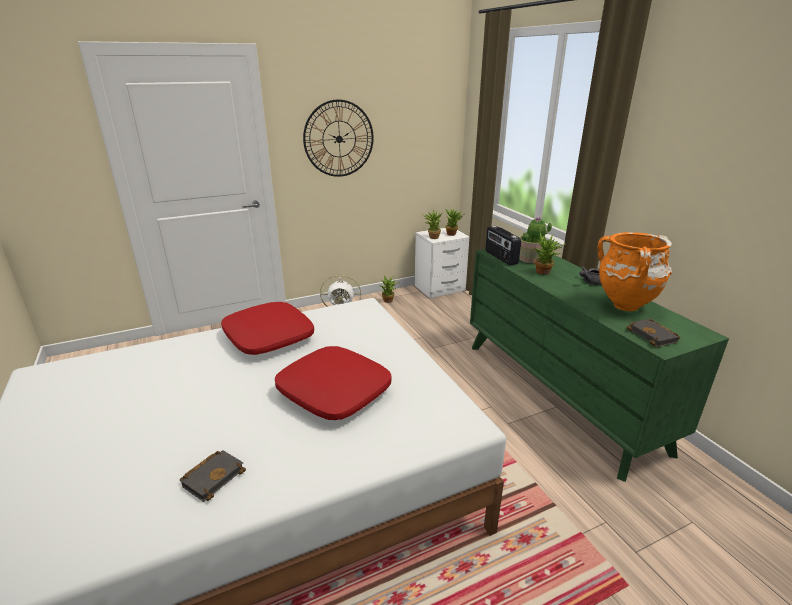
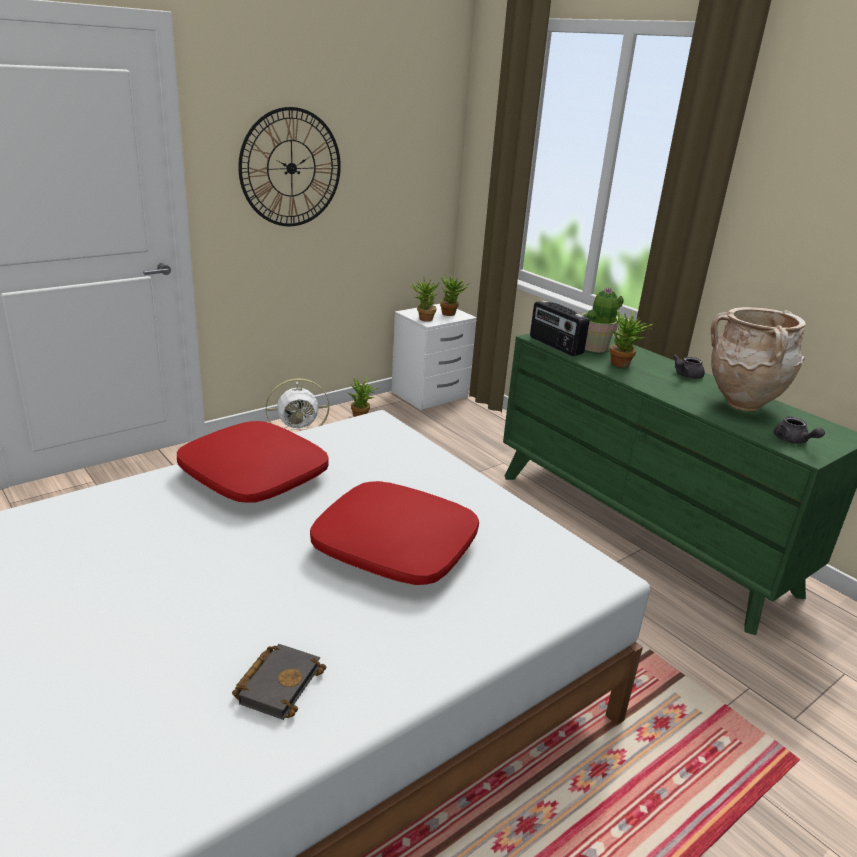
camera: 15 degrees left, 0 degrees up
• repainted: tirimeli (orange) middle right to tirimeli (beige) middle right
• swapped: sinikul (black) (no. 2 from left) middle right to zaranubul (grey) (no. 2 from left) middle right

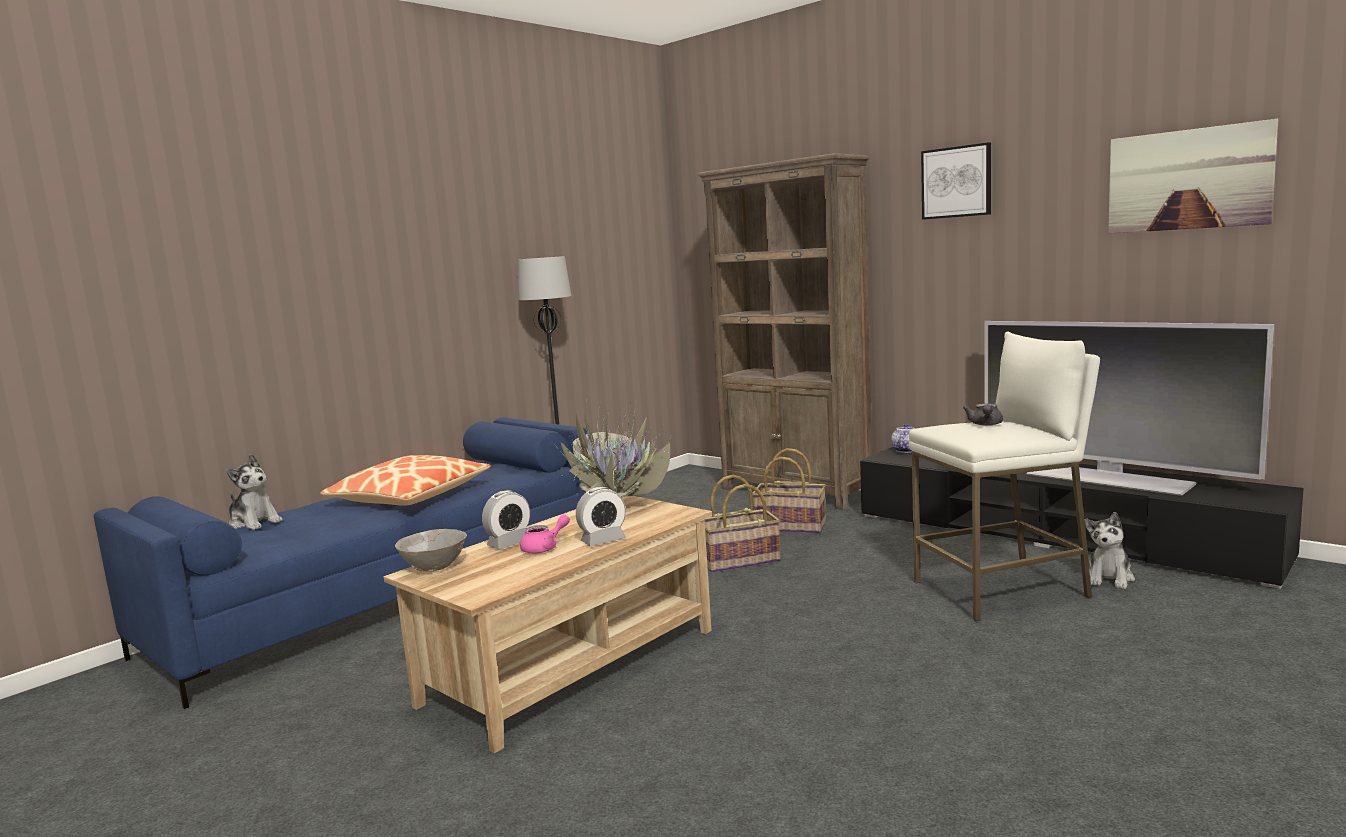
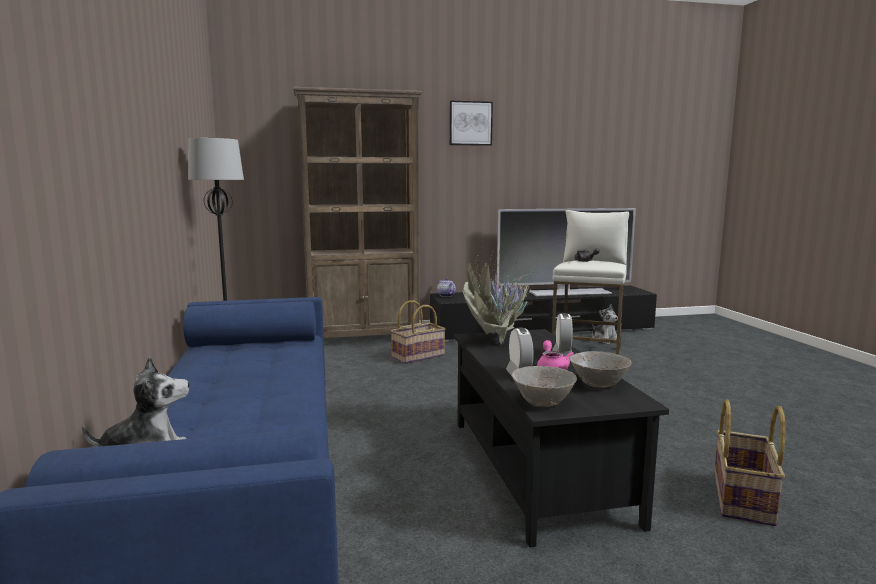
camera: 55 degrees left, 0 degrees up
• repainted: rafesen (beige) bottom centre to rafesen (black) bottom centre
• new: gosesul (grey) (no. 2 from left) middle right
• shifted: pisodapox (no. 1 from left in the first image) centre to pisodapox (no. 2 from left) bottom right
• gone: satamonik middle left
• gone: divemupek (no. 2 from left) top right

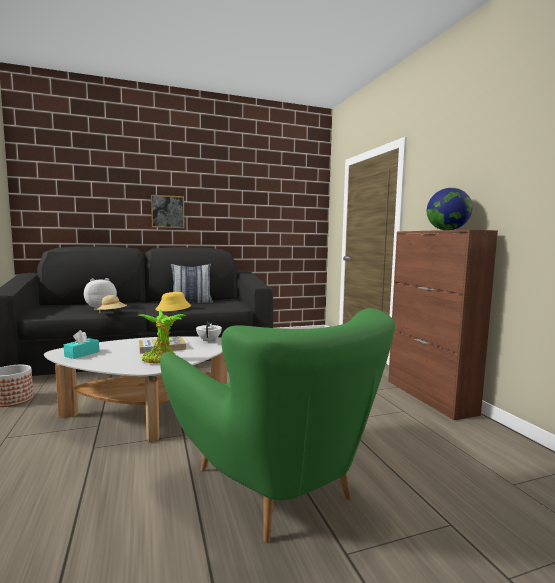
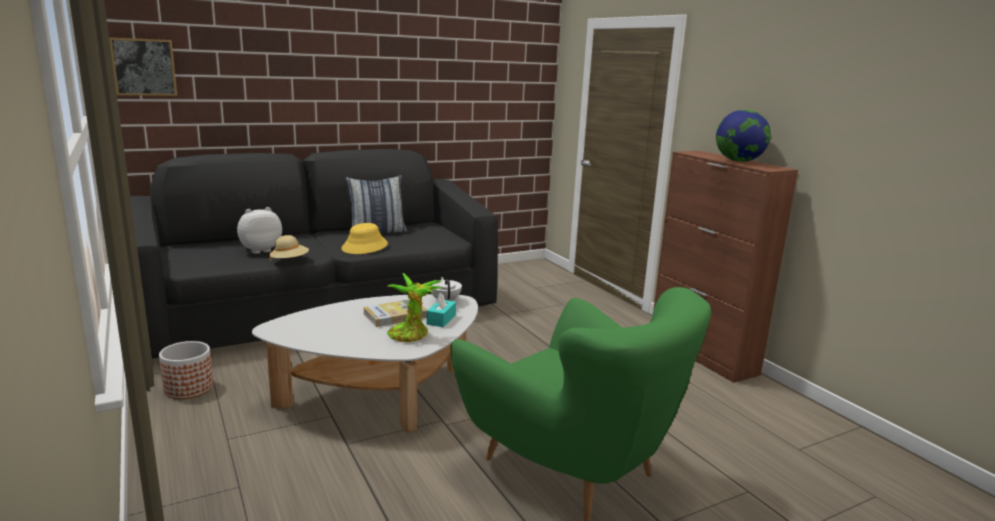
camera: 10 degrees left, 10 degrees up
• shifted: divemupek middle left to top left
• shifted: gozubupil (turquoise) middle left to centre

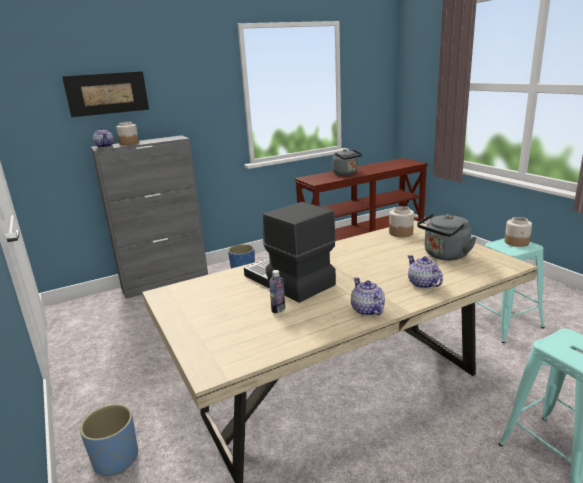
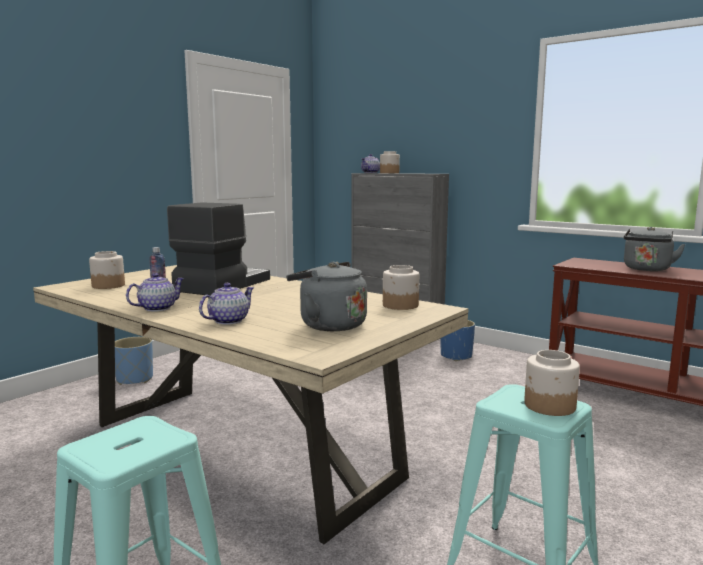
camera: 65 degrees right, 10 degrees down
• new: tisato (no. 1 from left) middle left
• gone: divemupek top left

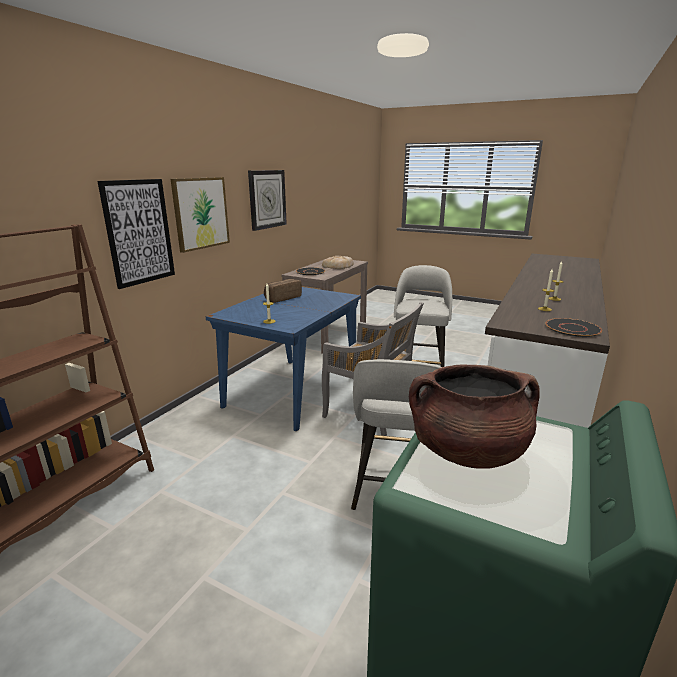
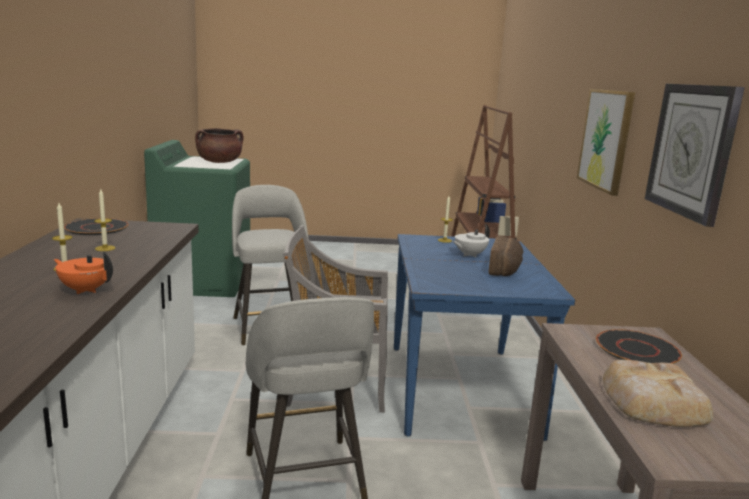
camera: 150 degrees right, 5 degrees down
• new: zaranubul (orange) middle left
• new: zaranubul (white) centre
• gone: divemupek (no. 1 from left) middle left

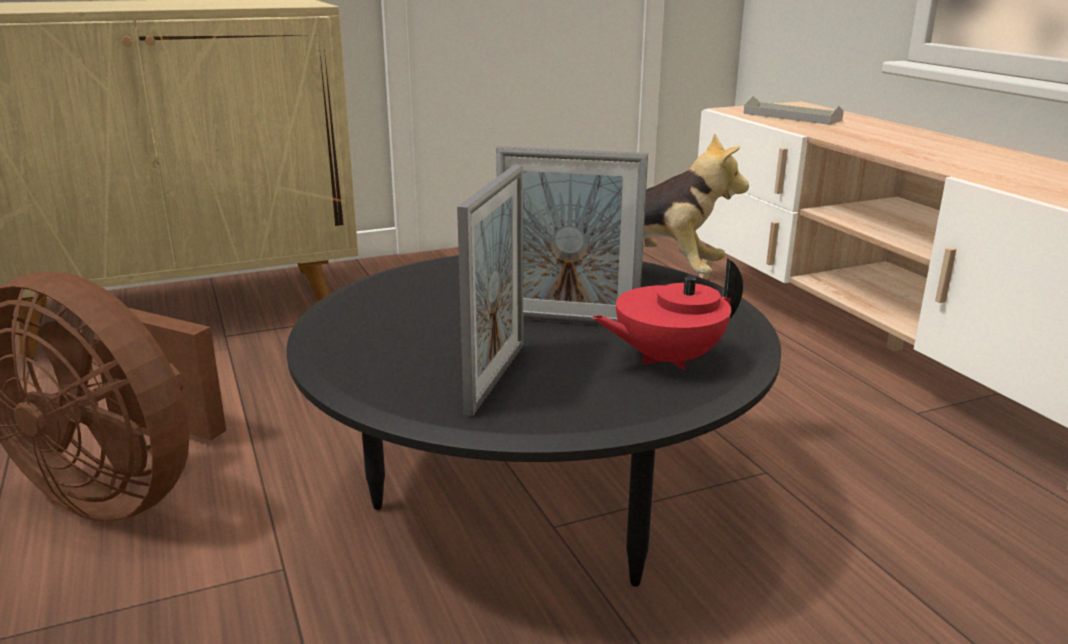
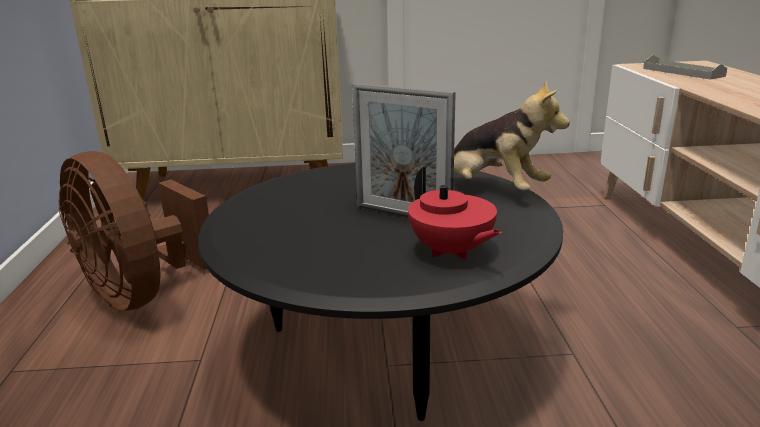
camera: 20 degrees right, 0 degrees up
• rotated: zaranubul (red) centre = centre 120 degrees counterclockwise
• gone: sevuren (no. 1 from left) centre

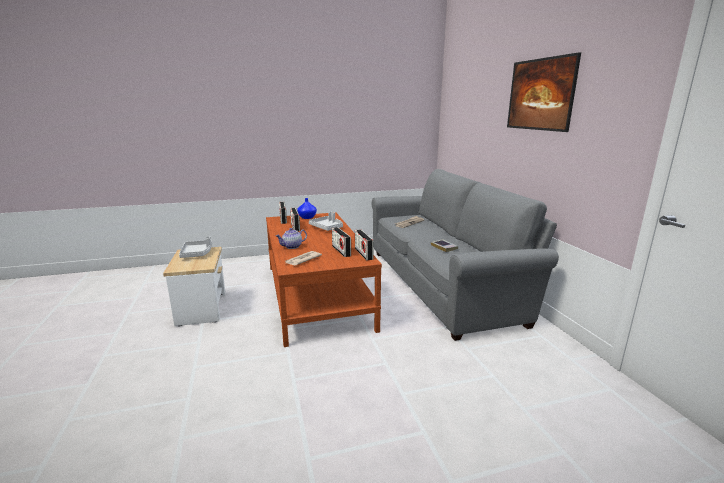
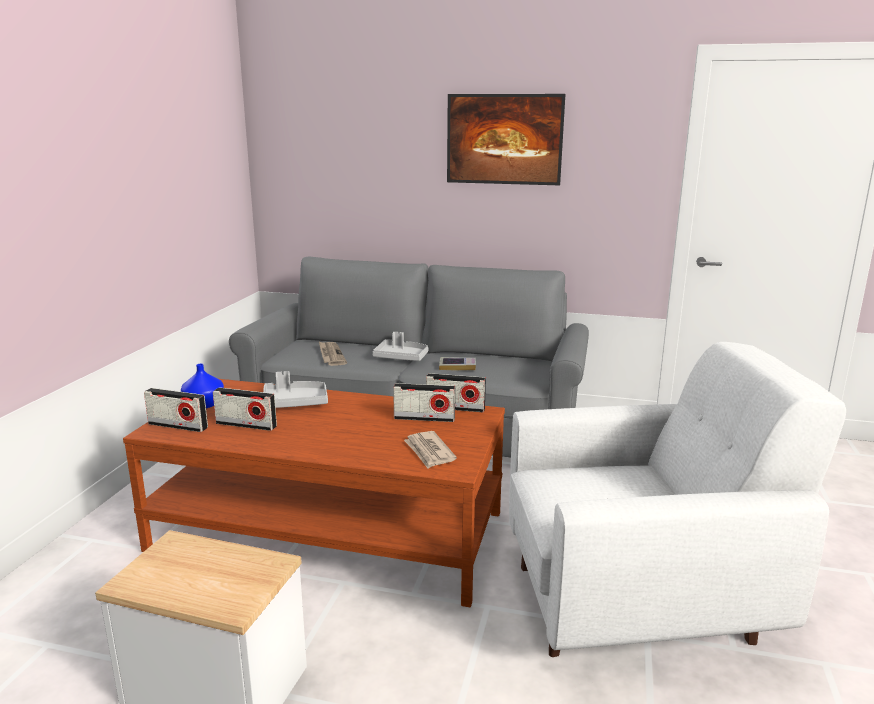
camera: 60 degrees left, 0 degrees up
• shifted: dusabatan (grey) (no. 1 from left in the first image) middle left to dusabatan (grey) (no. 2 from left) centre
• new: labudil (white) bottom right
• gone: zaranubul centre

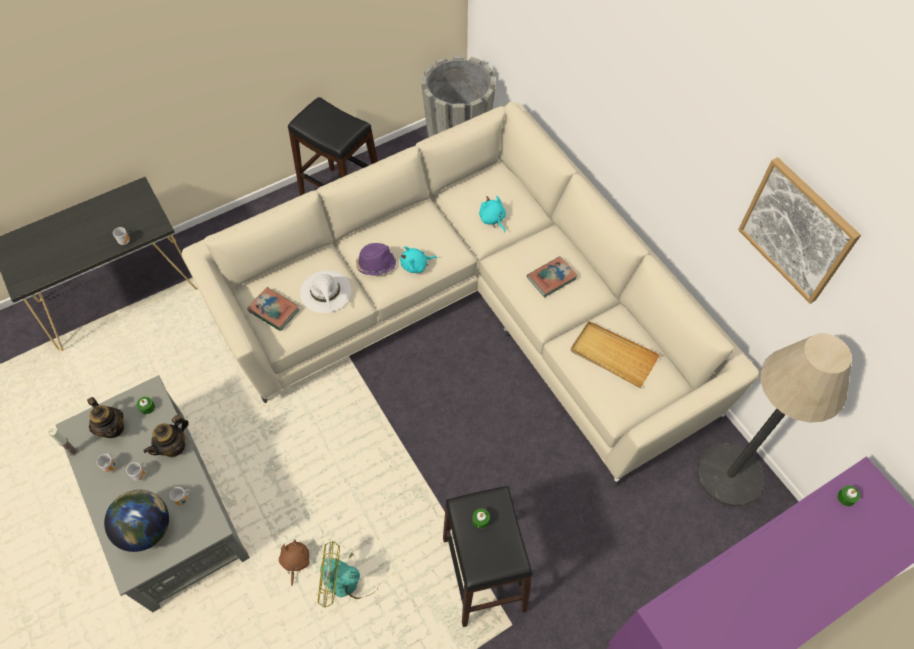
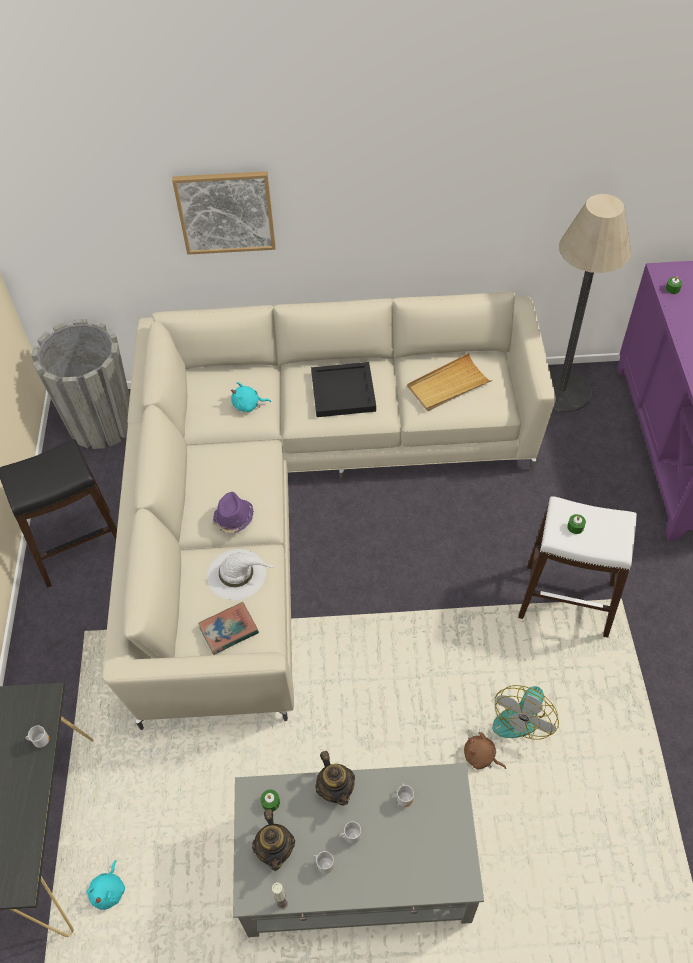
camera: 60 degrees left, 5 degrees down
• shifted: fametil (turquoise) (no. 1 from left) centre to bottom left
• shifted: divemupek middle right to top left
• rotated: zaranubul (no. 1 from left) middle left = bottom centre 90 degrees clockwise
• swapped: sinikul (no. 2 from left) centre to dusabatan (black) centre
• repainted: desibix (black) (no. 2 from left) bottom centre to desibix (white) middle right
• gone: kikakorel bottom left

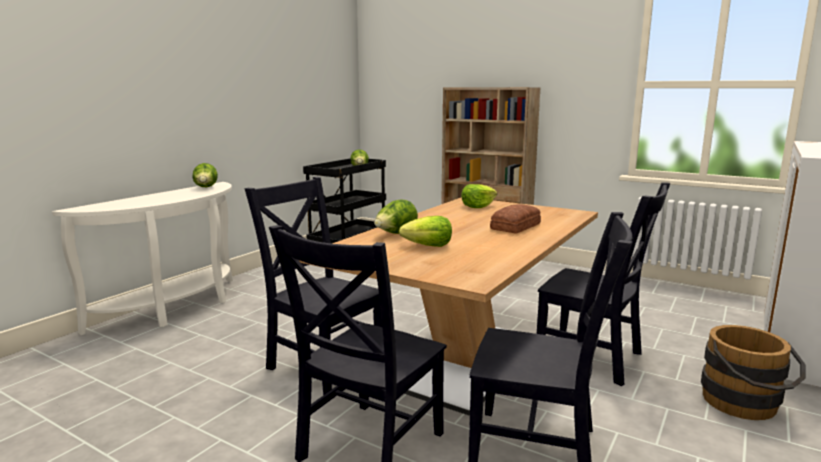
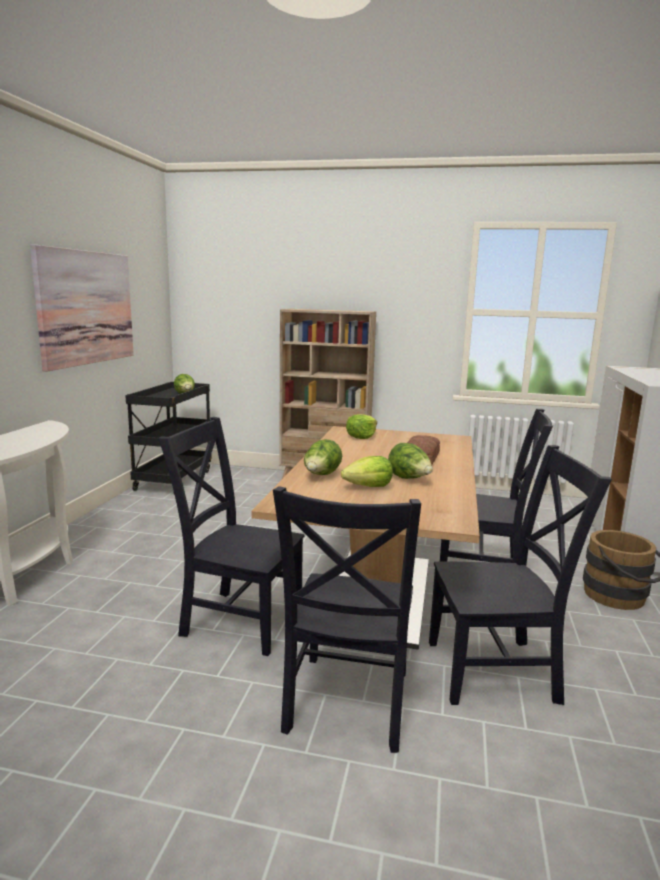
camera: 20 degrees left, 0 degrees up
• new: divemupek middle left
• shifted: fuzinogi (no. 1 from left in the first image) middle left to fuzinogi (no. 5 from left) centre

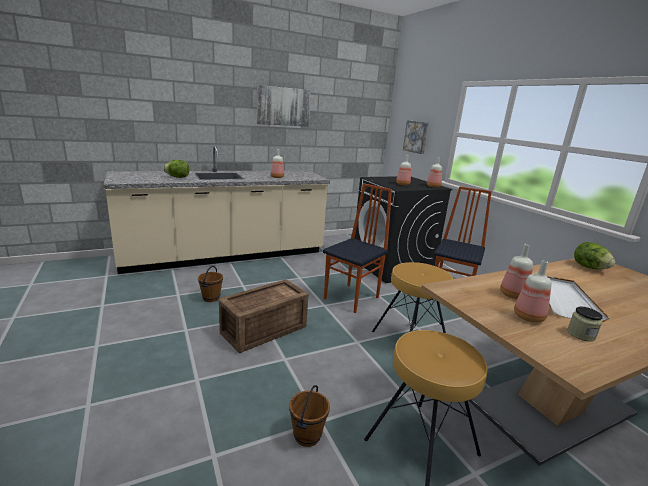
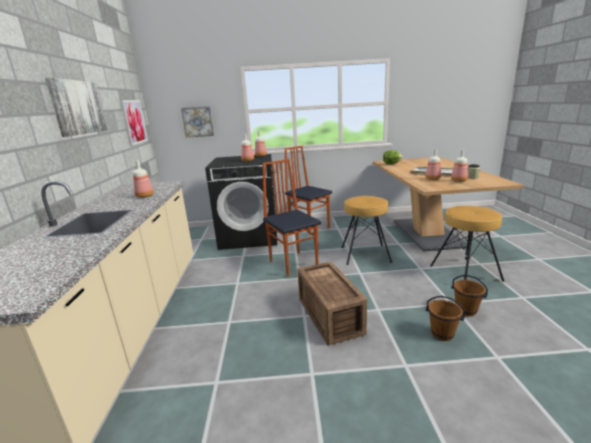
camera: 65 degrees left, 0 degrees up
• new: divemupek (no. 2 from left) top left
• shifted: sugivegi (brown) (no. 1 from left) middle left to bottom right
• gone: fuzinogi (no. 1 from left) middle left

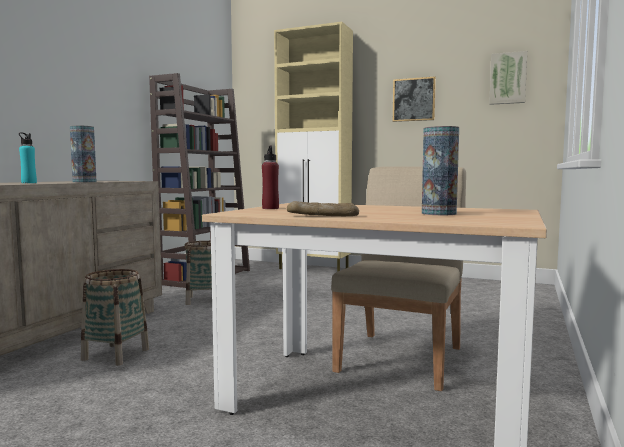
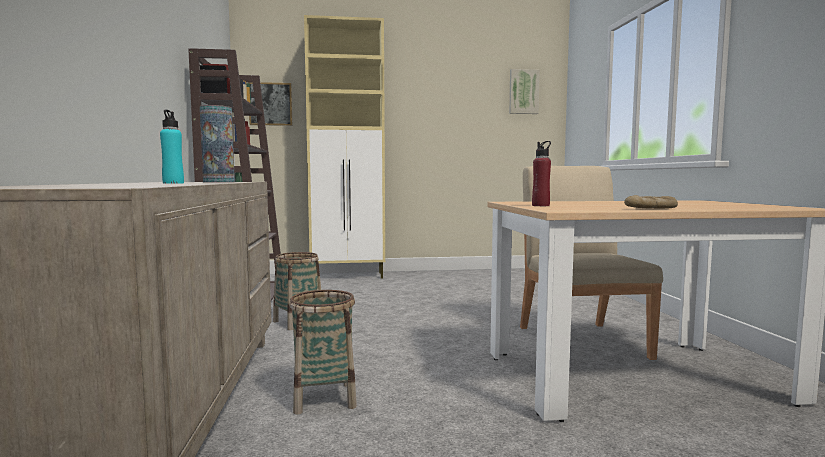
camera: 30 degrees left, 0 degrees up
• shifted: divemupek (no. 1 from left) top centre to top left
• gone: tirimeli (no. 2 from left) middle right

